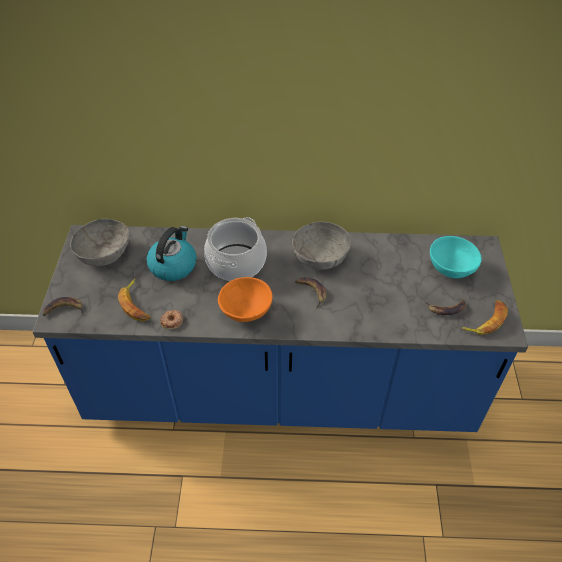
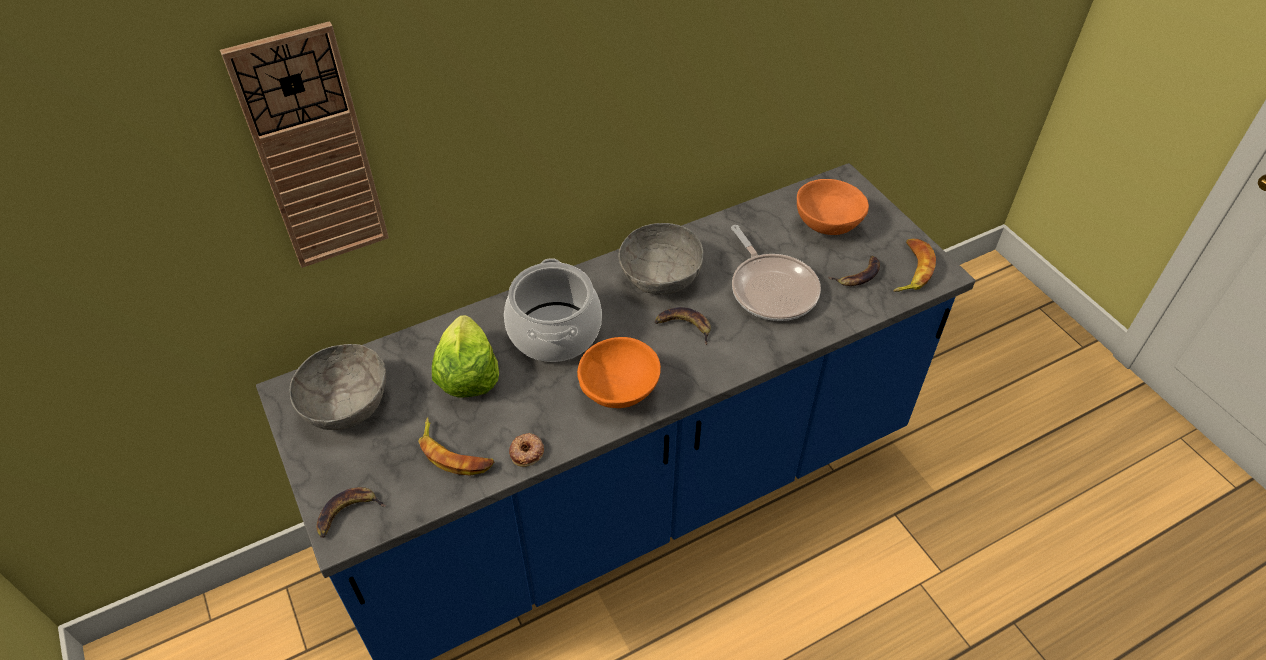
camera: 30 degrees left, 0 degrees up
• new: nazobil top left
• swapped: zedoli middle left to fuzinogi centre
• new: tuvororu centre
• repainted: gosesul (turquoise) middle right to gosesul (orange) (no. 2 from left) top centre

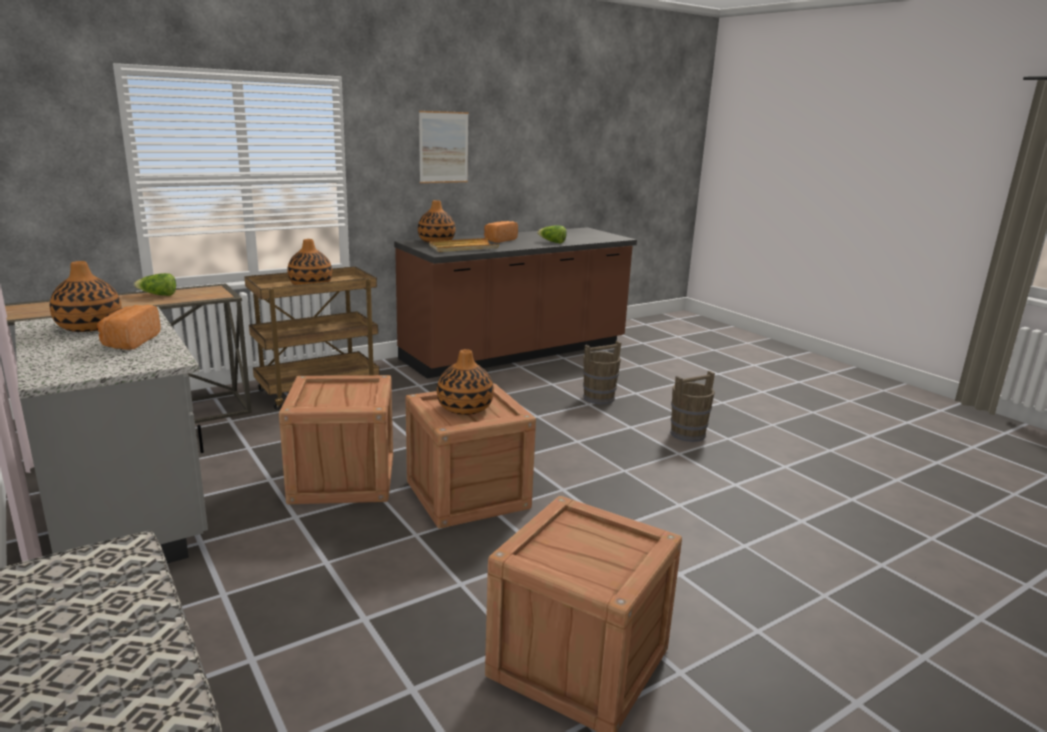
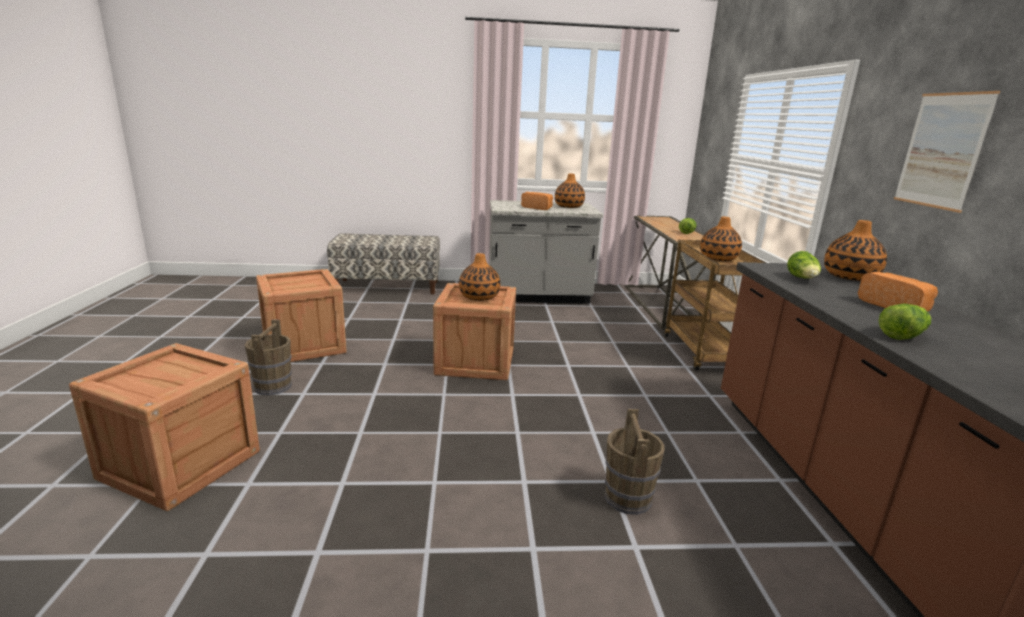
camera: 120 degrees right, 0 degrees up
• shifted: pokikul (no. 1 from left) middle left to bottom left
• shifted: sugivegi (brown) (no. 2 from left in the first image) centre to sugivegi (brown) (no. 1 from left) middle left
• swapped: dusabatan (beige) centre to fuzinogi (no. 2 from left) middle right

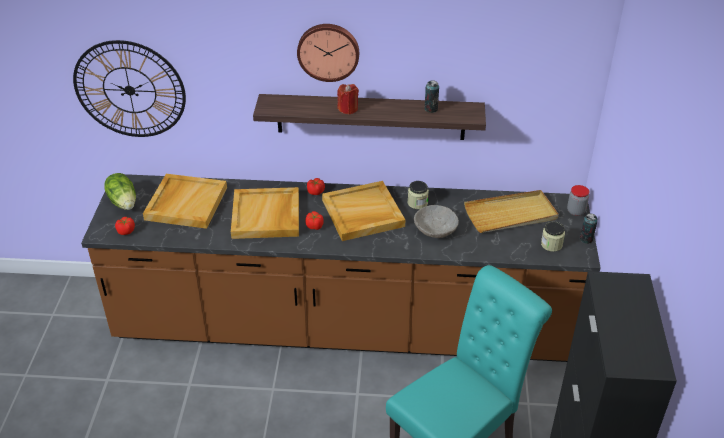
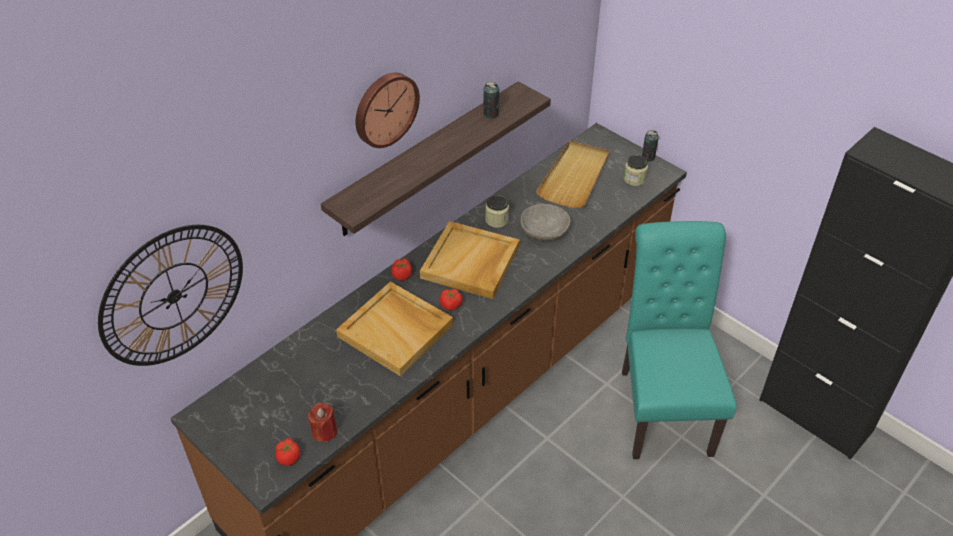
camera: 50 degrees left, 5 degrees up
• shifted: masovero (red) top centre to bottom centre
• gone: fuzinogi middle left
• gone: dusabatan (beige) (no. 1 from left) middle left
• gone: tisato (no. 3 from left) middle right

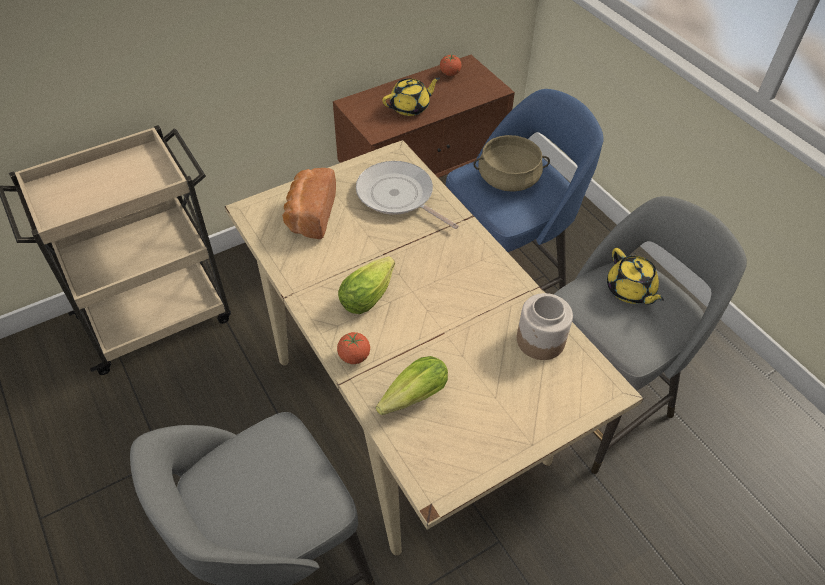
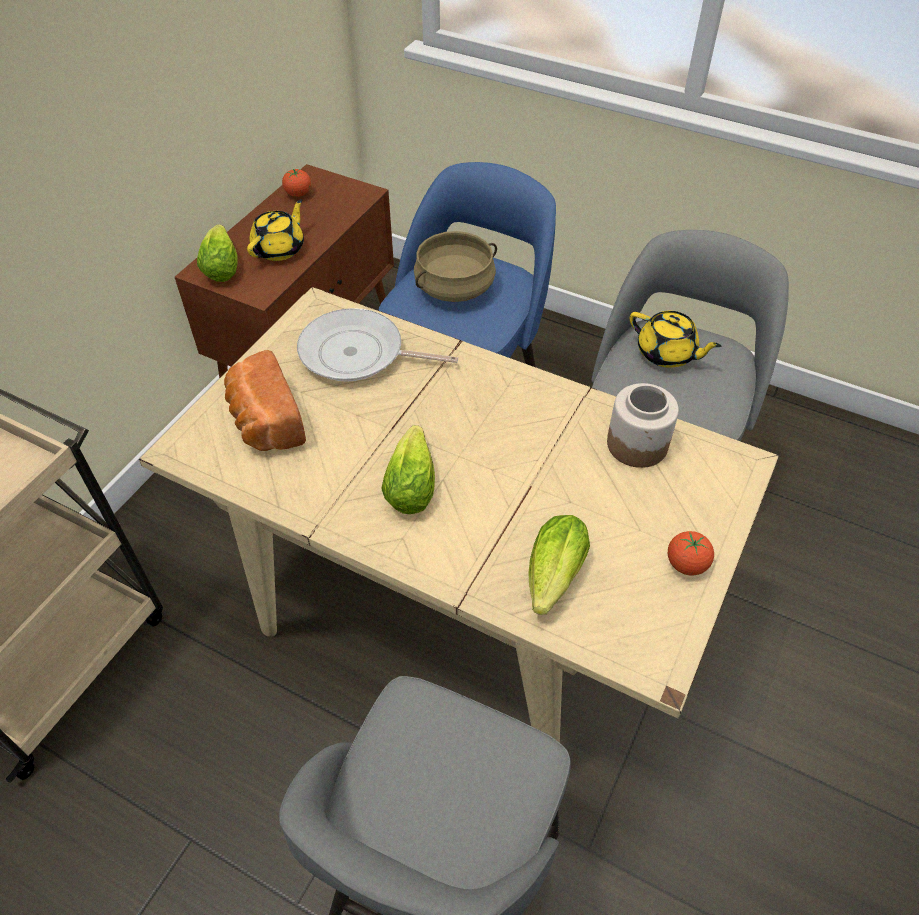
camera: 30 degrees left, 0 degrees up
• new: fuzinogi (no. 1 from left) top left
• shifted: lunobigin (no. 1 from left in the first image) centre to lunobigin (no. 2 from left) middle right

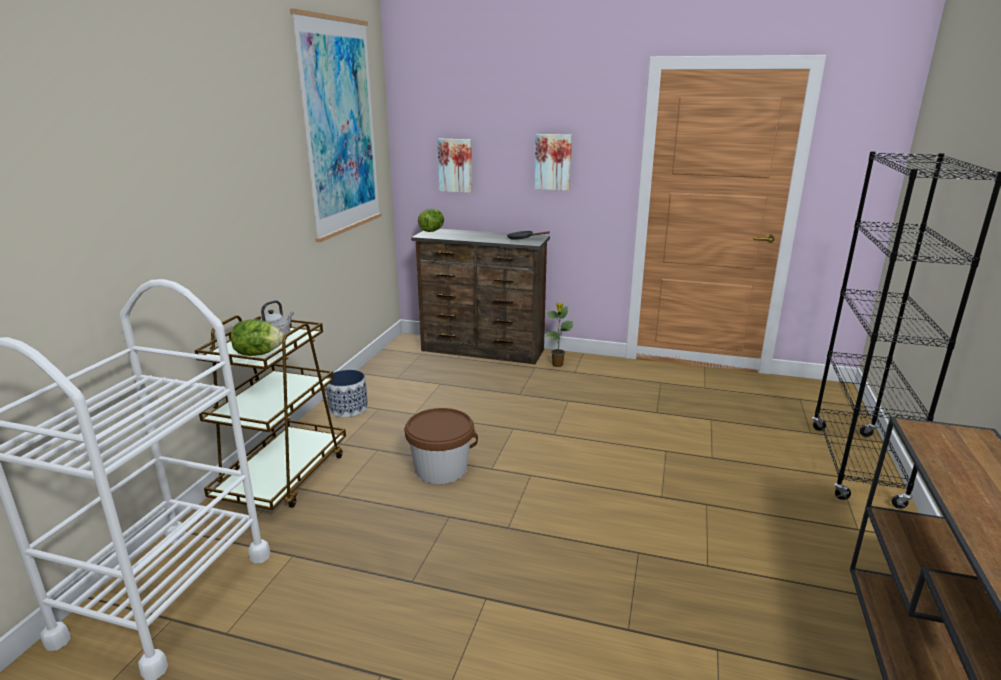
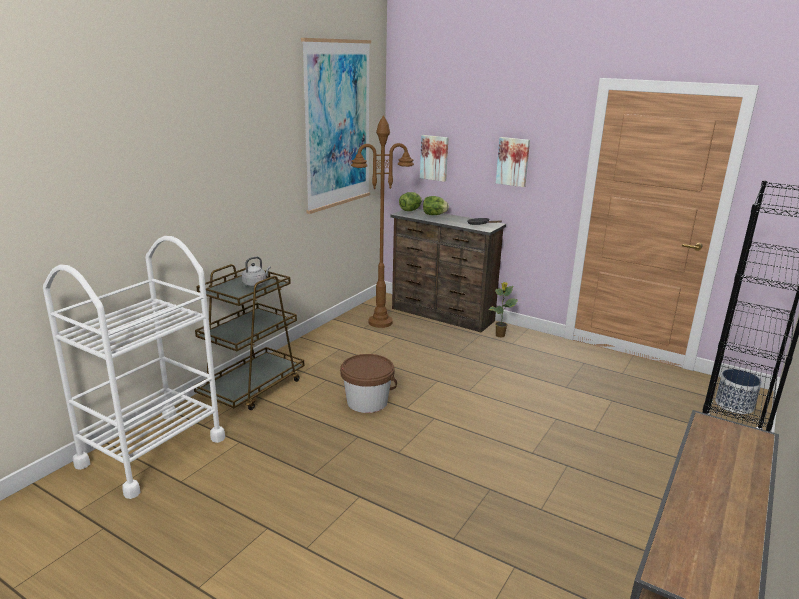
camera: 15 degrees right, 0 degrees up
• new: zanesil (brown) centre
• shifted: fuzinogi (no. 1 from left in the first image) middle left to fuzinogi (no. 2 from left) centre
• shifted: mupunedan centre to middle right

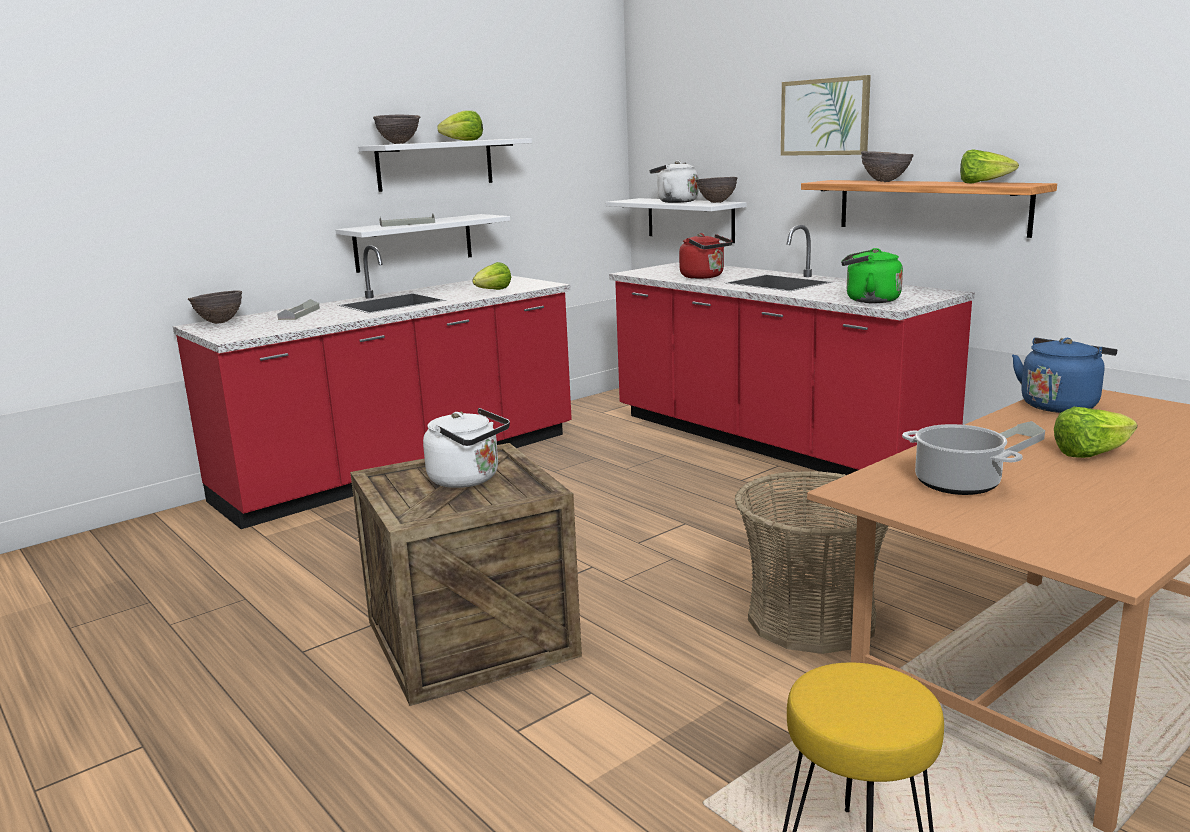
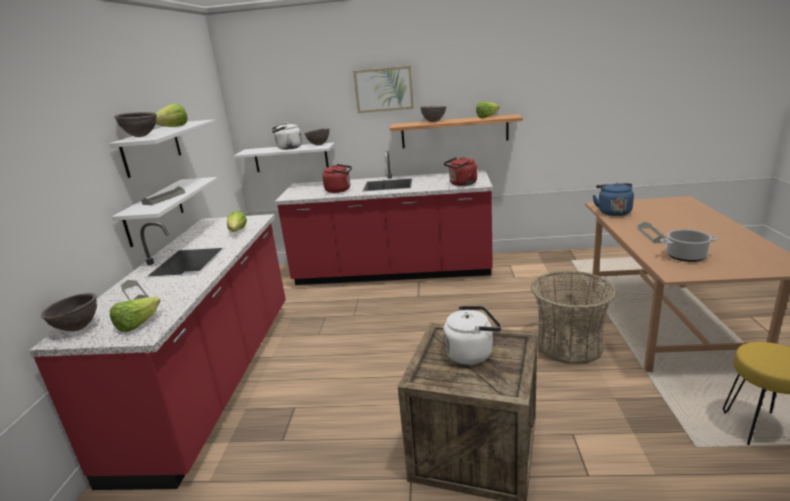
camera: 45 degrees left, 5 degrees up
• shifted: fuzinogi (no. 4 from left in the first image) middle right to fuzinogi (no. 1 from left) middle left
• repainted: zedoli (green) top right to zedoli (red) (no. 2 from left) centre

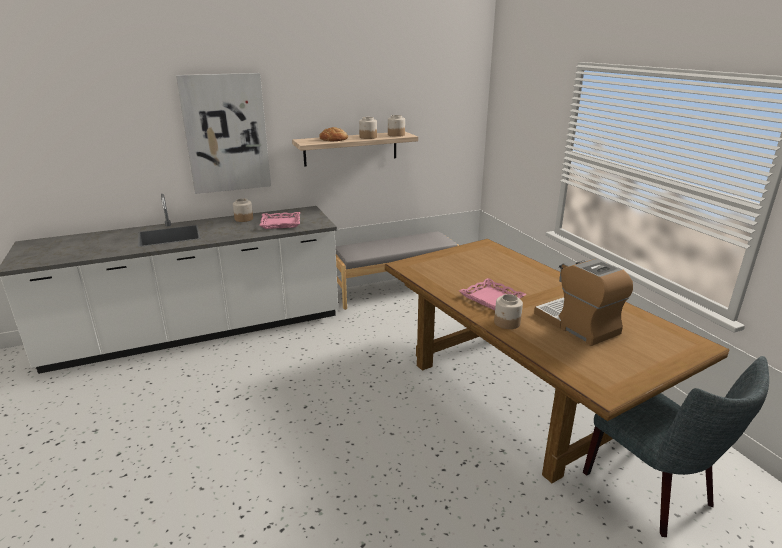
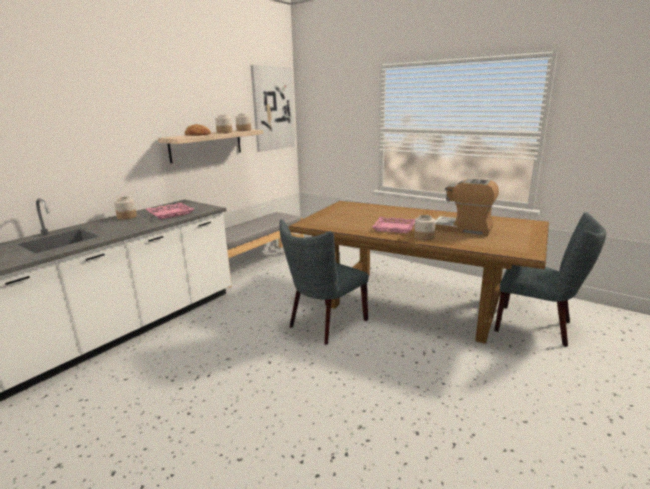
camera: 30 degrees left, 5 degrees down
• shifted: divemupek top left to top centre
• new: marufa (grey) (no. 1 from left) centre

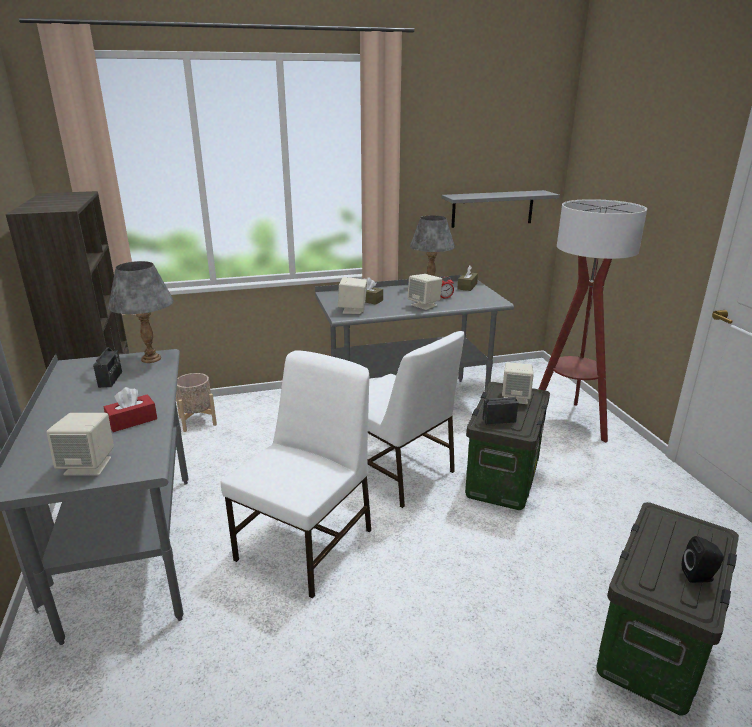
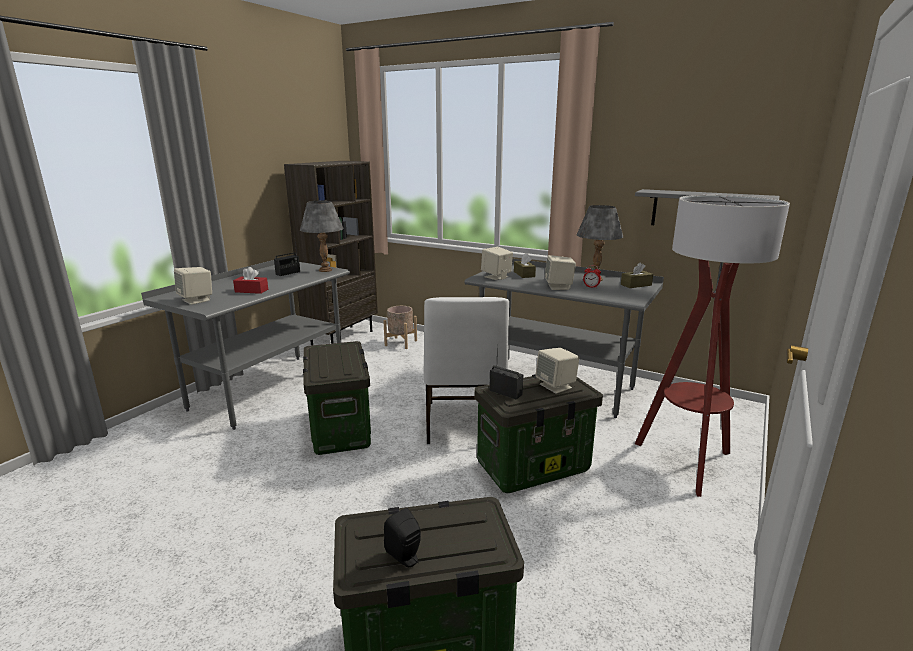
camera: 45 degrees right, 5 degrees down
• swapped: marufa (white) (no. 1 from left) centre to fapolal (no. 1 from left) centre

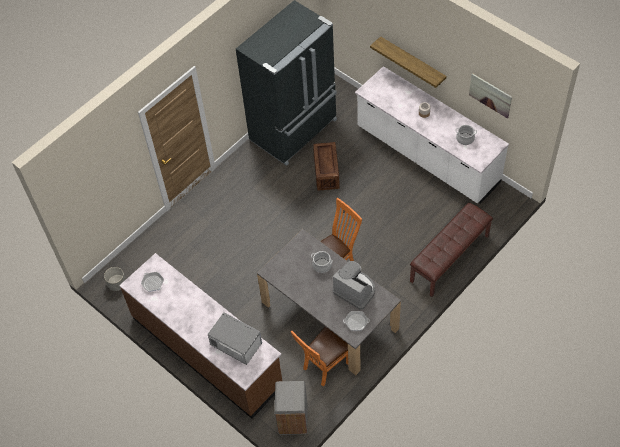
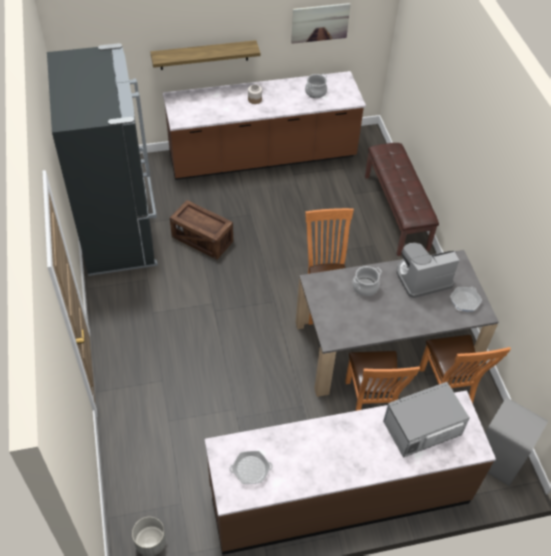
camera: 60 degrees left, 5 degrees down
• repainted: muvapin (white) top right to muvapin (brown) (no. 1 from left) top centre
• new: marufa (orange) (no. 2 from left) bottom right

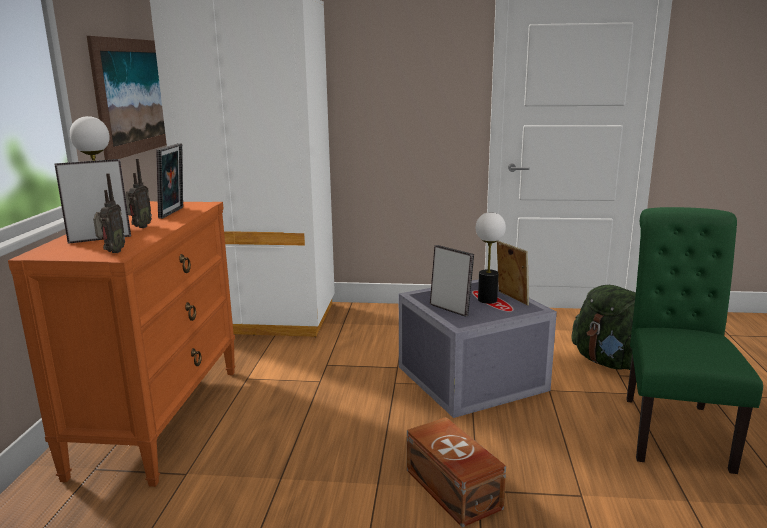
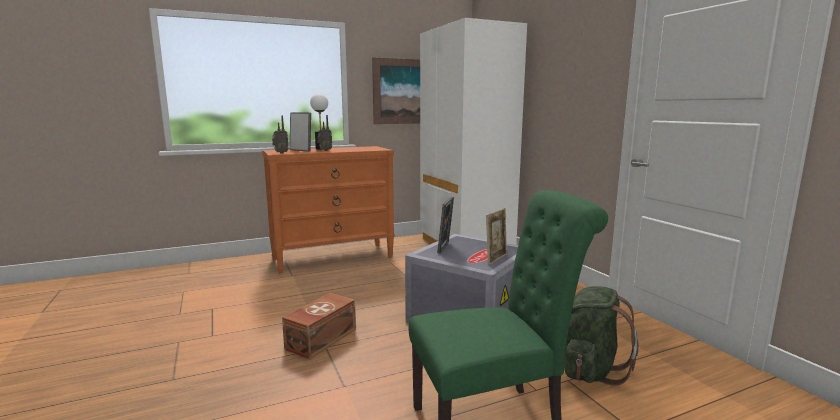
camera: 60 degrees right, 5 degrees down
• gone: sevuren (no. 2 from left) middle left
• gone: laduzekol (no. 2 from left) centre

